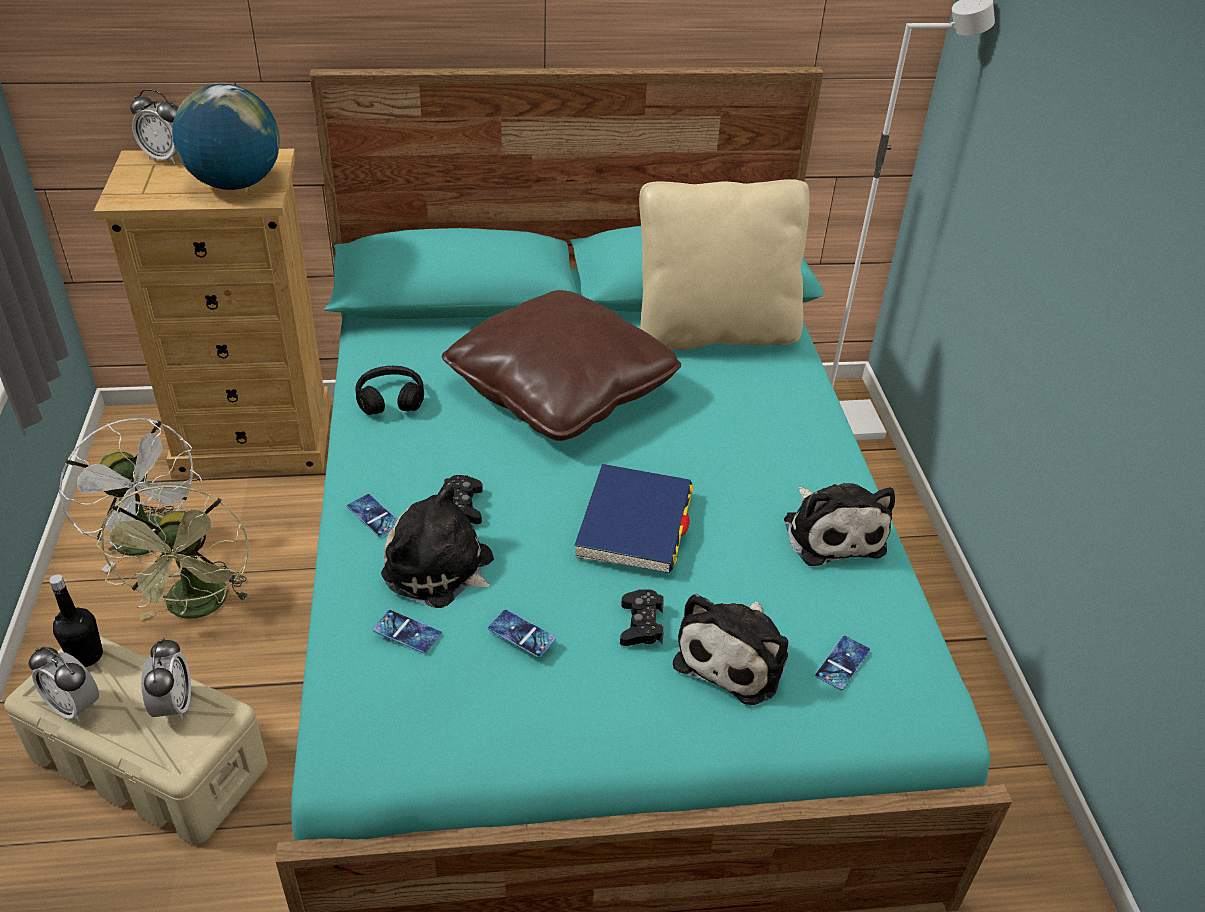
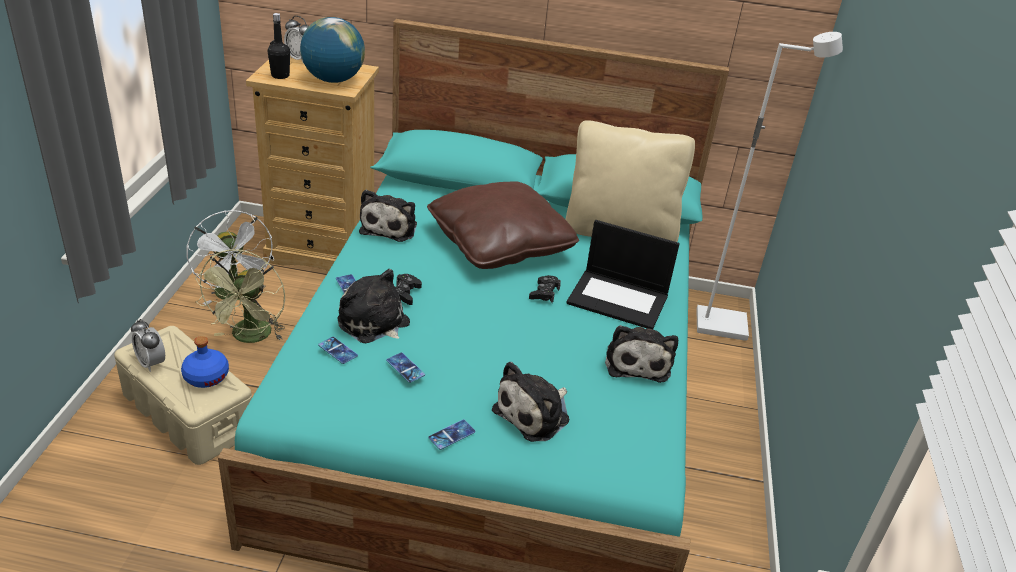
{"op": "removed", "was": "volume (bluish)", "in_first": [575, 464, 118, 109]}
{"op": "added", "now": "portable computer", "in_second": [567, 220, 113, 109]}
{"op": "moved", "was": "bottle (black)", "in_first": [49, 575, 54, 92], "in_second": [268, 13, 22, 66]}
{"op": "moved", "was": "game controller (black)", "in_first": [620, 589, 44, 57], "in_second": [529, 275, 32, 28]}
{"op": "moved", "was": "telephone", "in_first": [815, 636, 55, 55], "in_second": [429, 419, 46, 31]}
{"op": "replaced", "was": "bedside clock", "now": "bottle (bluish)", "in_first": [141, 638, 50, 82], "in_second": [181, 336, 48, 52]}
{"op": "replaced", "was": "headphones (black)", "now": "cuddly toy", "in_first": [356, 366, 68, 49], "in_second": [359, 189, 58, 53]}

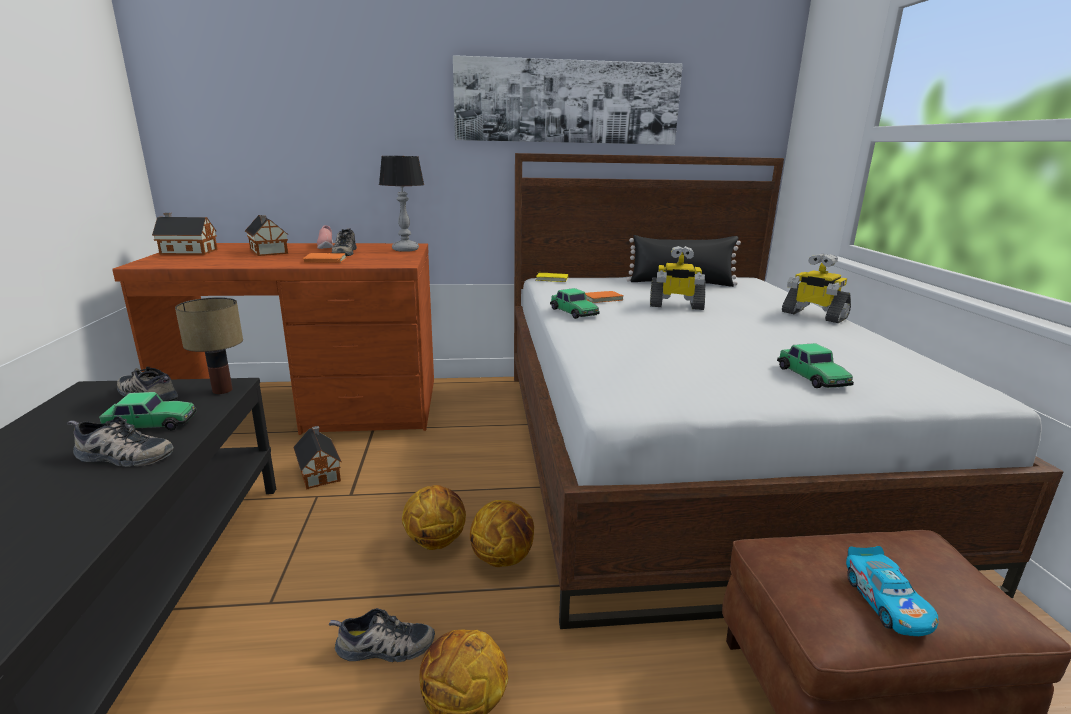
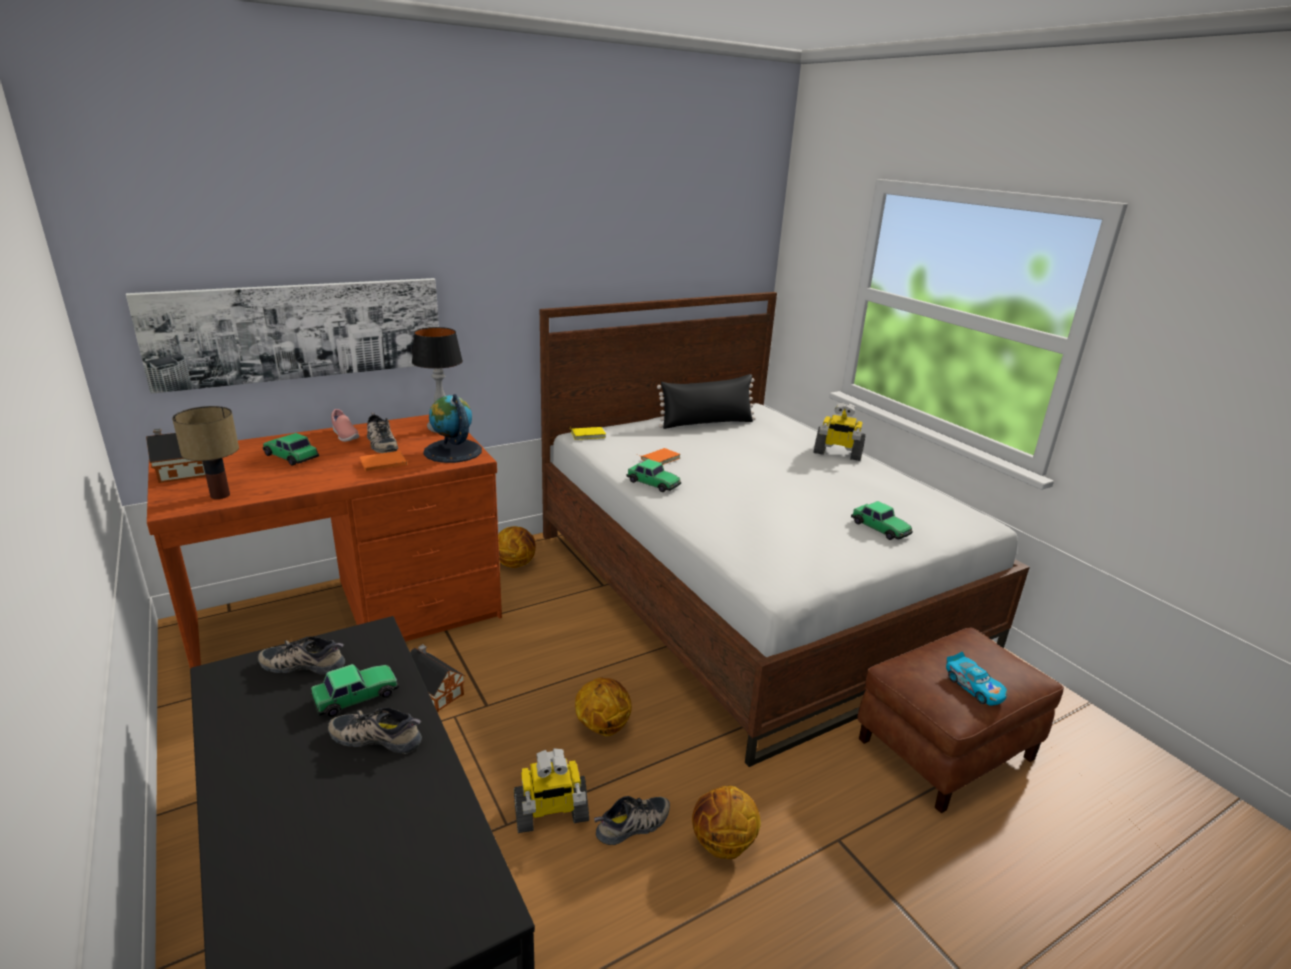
{"op": "added", "now": "desk globe", "in_second": [424, 394, 58, 69]}
{"op": "moved", "was": "table lamp", "in_first": [175, 297, 68, 97], "in_second": [172, 406, 67, 93]}
{"op": "moved", "was": "picture", "in_first": [453, 55, 230, 90], "in_second": [126, 278, 313, 116]}
{"op": "moved", "was": "basketball ball", "in_first": [470, 500, 64, 67], "in_second": [498, 526, 38, 42]}
{"op": "moved", "was": "toy robot", "in_first": [650, 246, 55, 64], "in_second": [514, 748, 75, 85]}
{"op": "replaced", "was": "model house", "now": "miniature car", "in_first": [245, 215, 44, 41], "in_second": [263, 433, 56, 32]}
{"op": "turned", "was": "low shoe", "in_first": [67, 416, 107, 51], "in_second": [328, 708, 94, 46], "clockwise": -150}

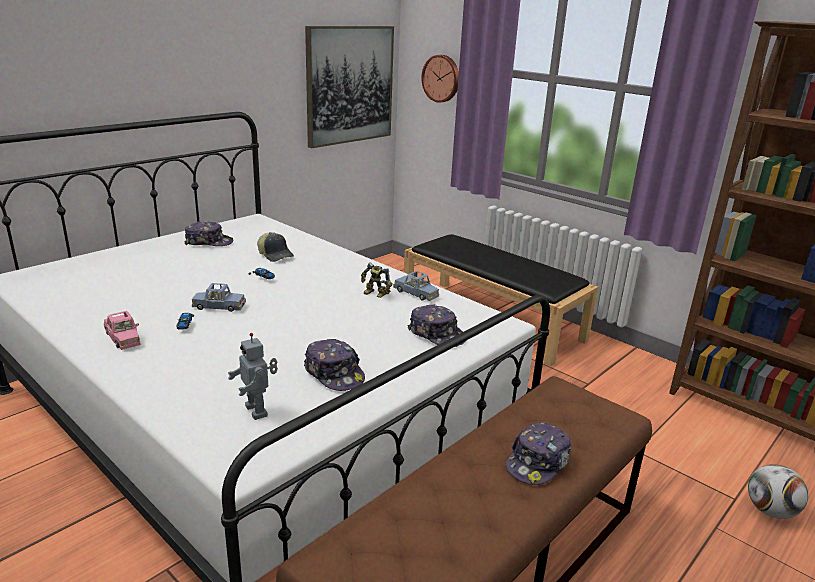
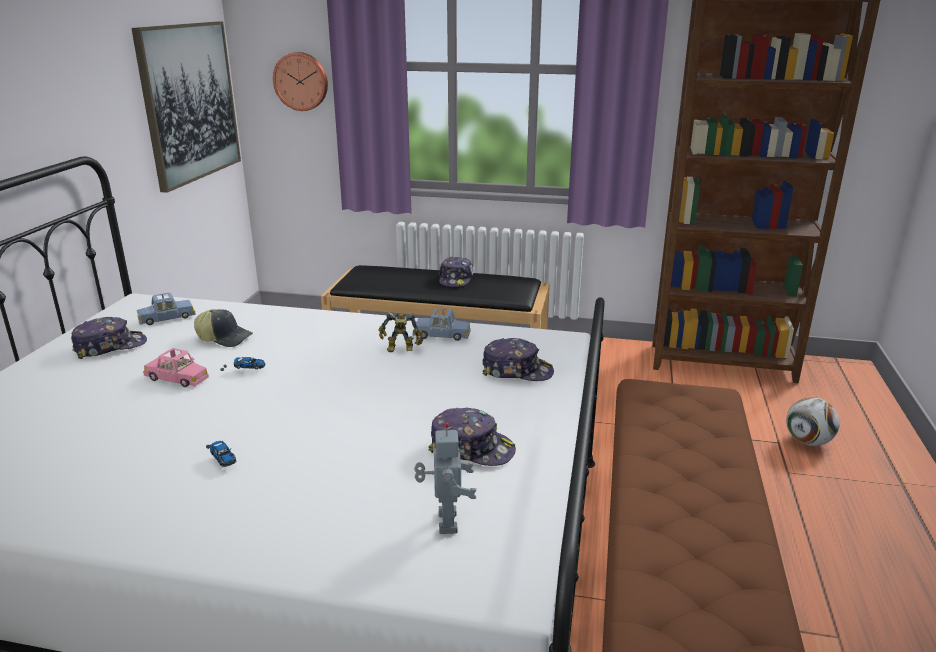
{"op": "moved", "was": "miniature car (pinkish)", "in_first": [104, 311, 37, 39], "in_second": [143, 348, 66, 39]}
{"op": "moved", "was": "miniature car (bluish)", "in_first": [192, 283, 54, 29], "in_second": [137, 293, 59, 32]}
{"op": "moved", "was": "cap", "in_first": [506, 423, 65, 62], "in_second": [439, 256, 35, 31]}
{"op": "turned", "was": "toy robot", "in_first": [228, 333, 50, 87], "in_second": [414, 423, 62, 111], "clockwise": -120}

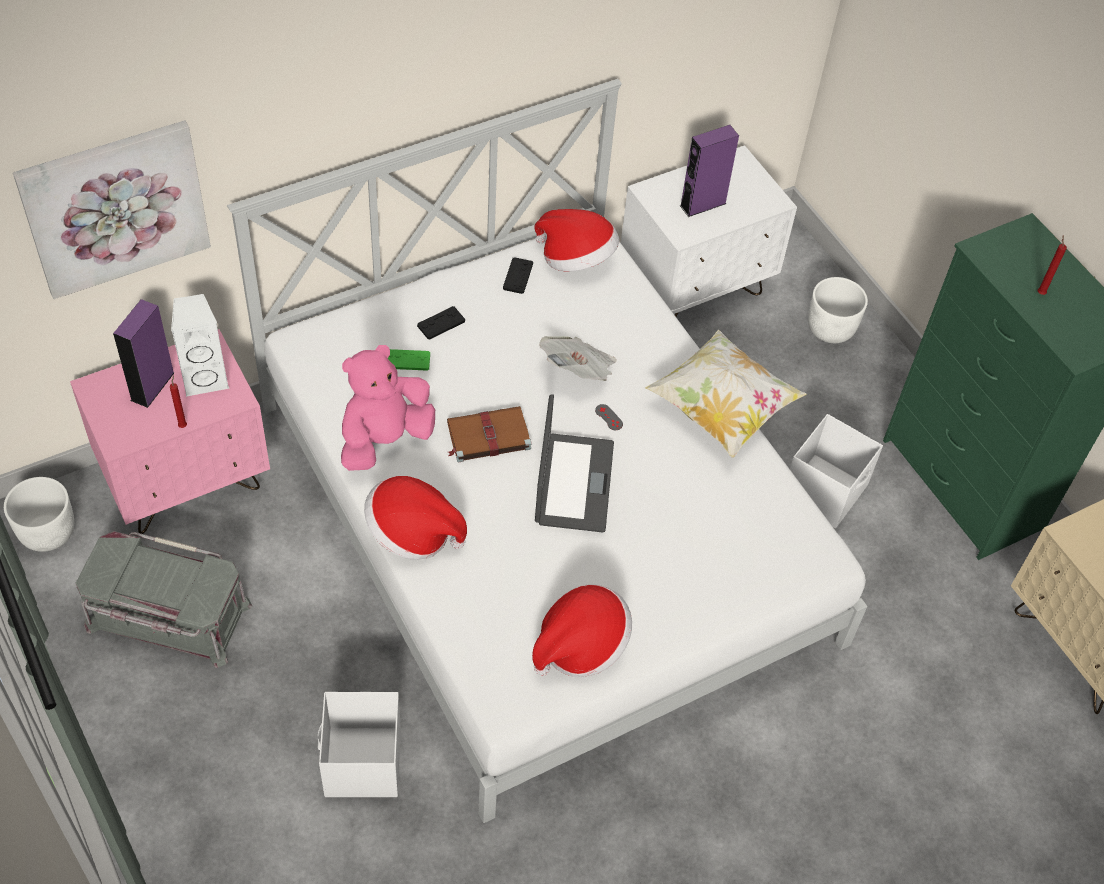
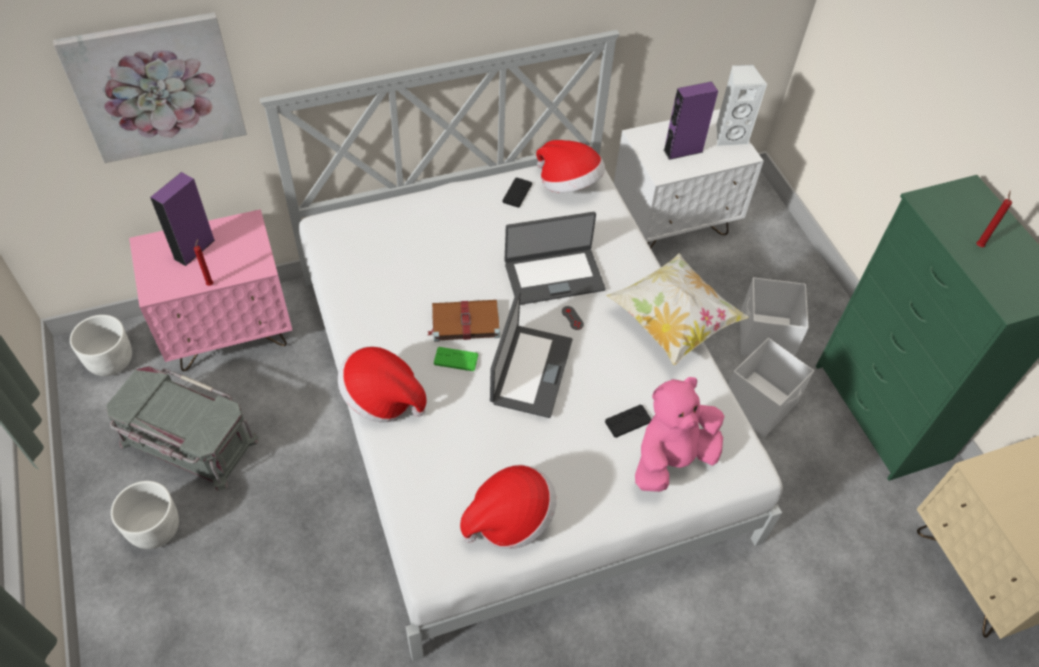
{"op": "moved", "was": "audio speaker (white)", "in_first": [171, 294, 58, 102], "in_second": [716, 65, 51, 82]}
{"op": "moved", "was": "storage box (white)", "in_first": [318, 692, 82, 105], "in_second": [740, 277, 69, 79]}
{"op": "moved", "was": "cuddly toy (pinkish)", "in_first": [341, 345, 94, 126], "in_second": [635, 377, 89, 115]}
{"op": "moved", "was": "game controller (green-coloured)", "in_first": [388, 349, 42, 22], "in_second": [434, 347, 44, 24]}
{"op": "moved", "was": "game controller (black)", "in_first": [417, 306, 48, 34], "in_second": [605, 404, 47, 34]}
{"op": "moved", "was": "planter (white)", "in_first": [808, 277, 60, 66], "in_second": [111, 481, 68, 68]}
{"op": "replaced", "was": "daily paper", "now": "portable computer", "in_first": [539, 336, 78, 45], "in_second": [504, 212, 101, 93]}

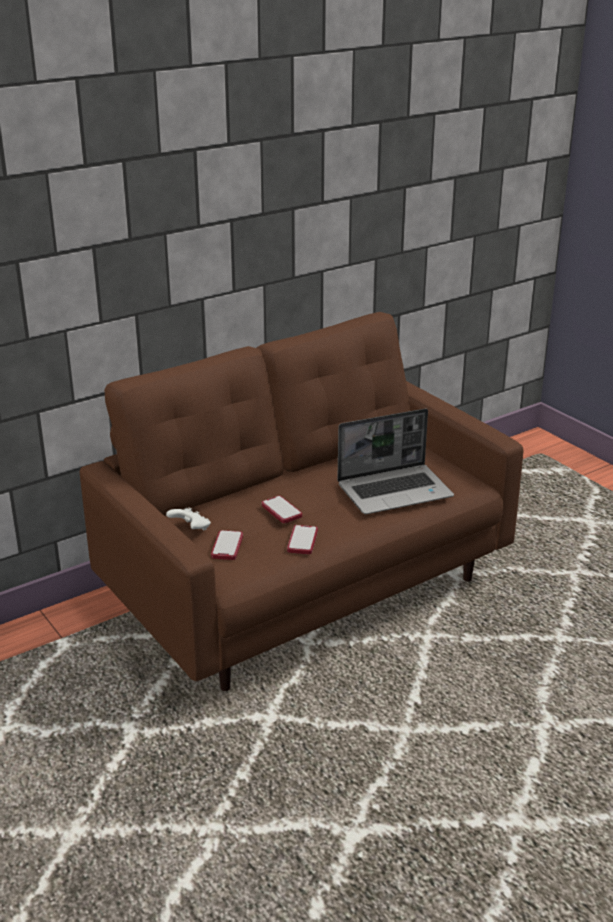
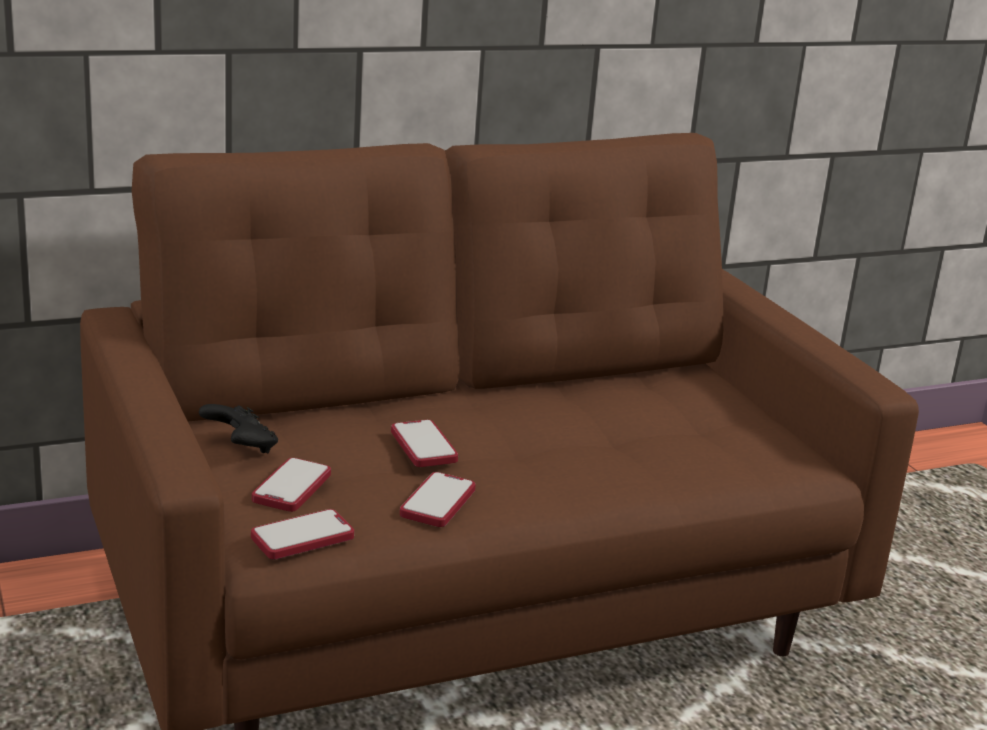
{"op": "removed", "was": "portable computer", "in_first": [337, 409, 117, 105]}
{"op": "added", "now": "telephone", "in_second": [251, 509, 103, 50]}
{"op": "recoloured", "was": "game controller (white)", "now": "game controller (black)", "in_first": [166, 507, 45, 23], "in_second": [199, 404, 79, 49]}

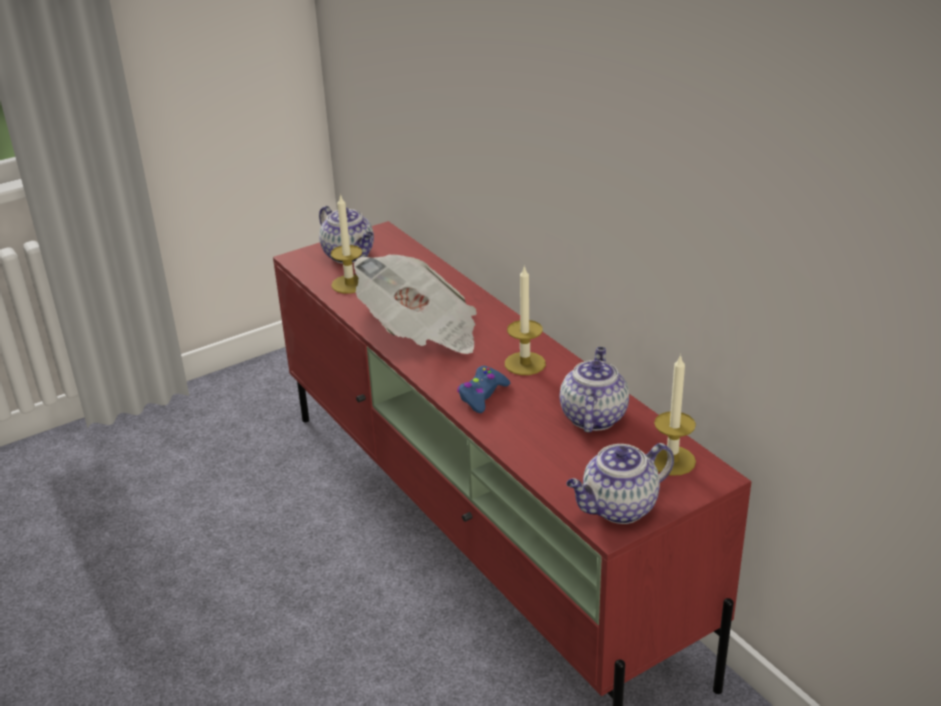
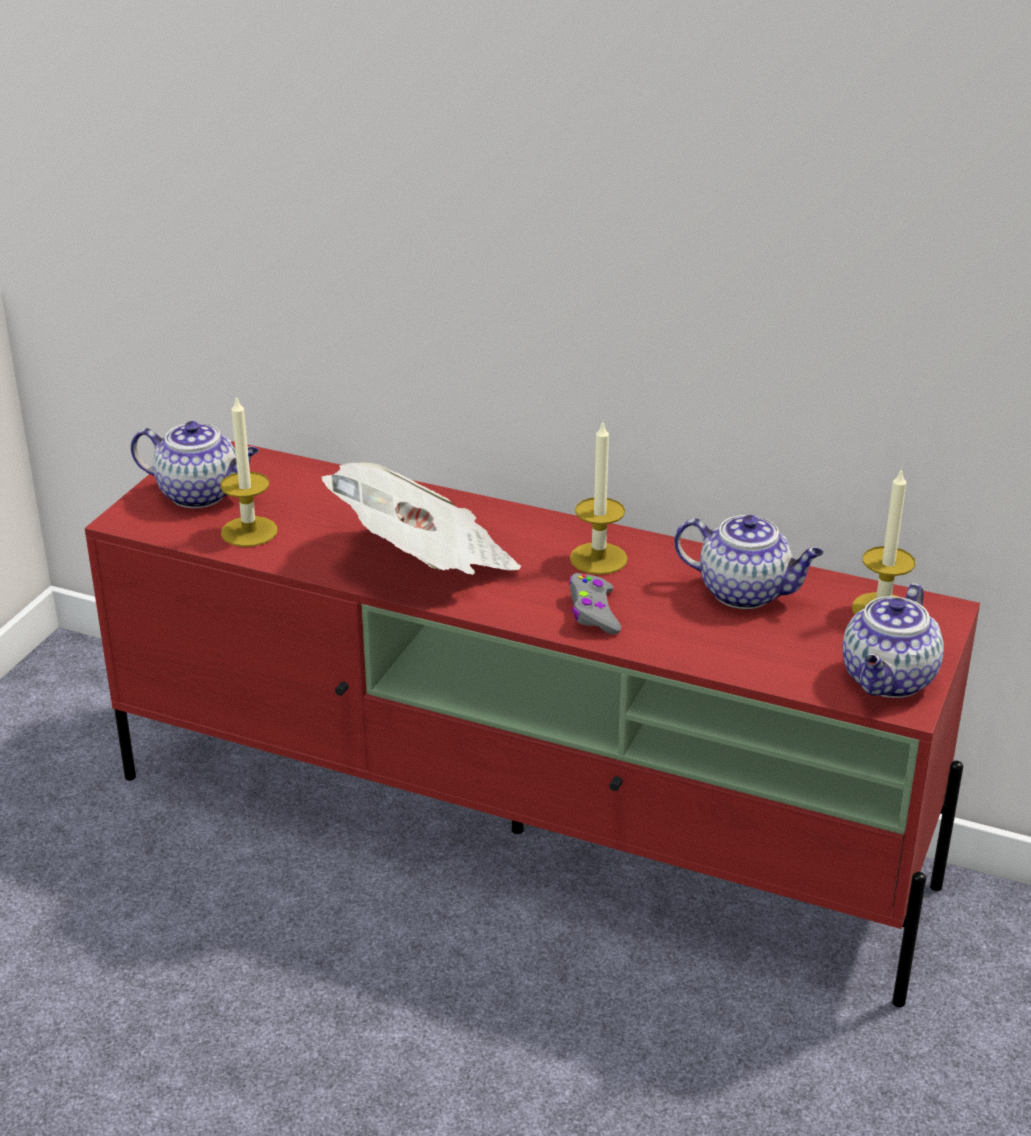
{"op": "recoloured", "was": "game controller (bluish)", "now": "game controller (gray)", "in_first": [457, 366, 53, 47], "in_second": [569, 573, 52, 61]}
{"op": "turned", "was": "pot for tea", "in_first": [560, 347, 69, 86], "in_second": [674, 515, 150, 94], "clockwise": 135}

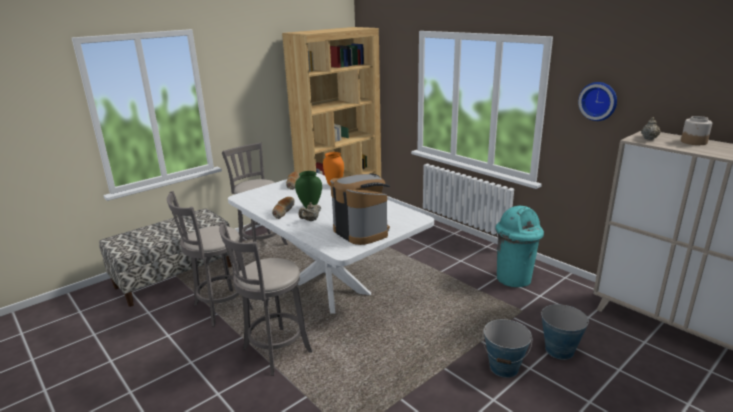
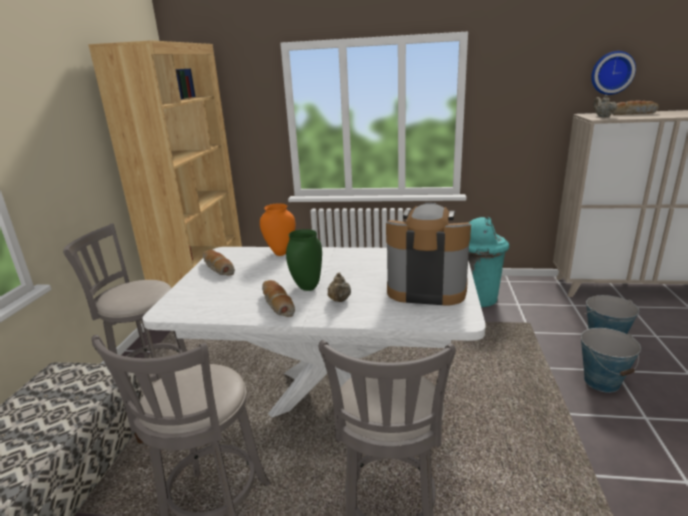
{"op": "moved", "was": "wall clock", "in_first": [578, 82, 39, 39], "in_second": [591, 51, 45, 44]}
{"op": "replaced", "was": "jar", "now": "baked bread", "in_first": [681, 116, 31, 29], "in_second": [612, 101, 47, 14]}

